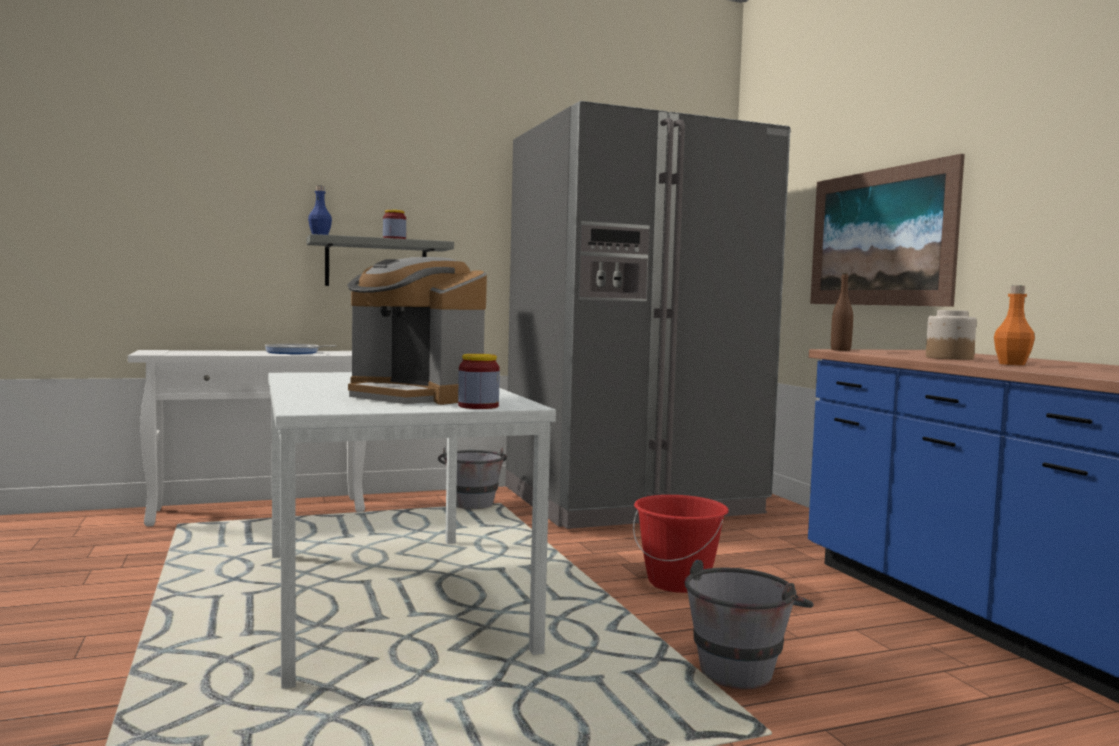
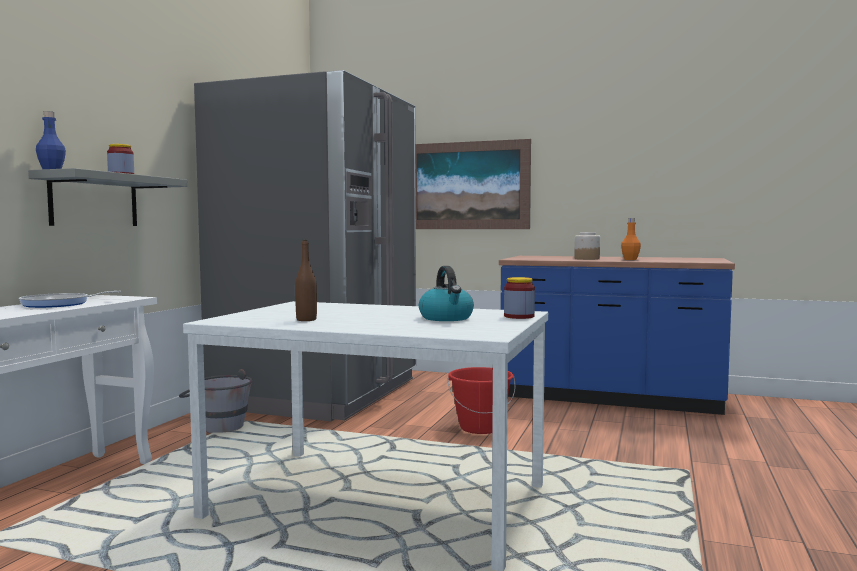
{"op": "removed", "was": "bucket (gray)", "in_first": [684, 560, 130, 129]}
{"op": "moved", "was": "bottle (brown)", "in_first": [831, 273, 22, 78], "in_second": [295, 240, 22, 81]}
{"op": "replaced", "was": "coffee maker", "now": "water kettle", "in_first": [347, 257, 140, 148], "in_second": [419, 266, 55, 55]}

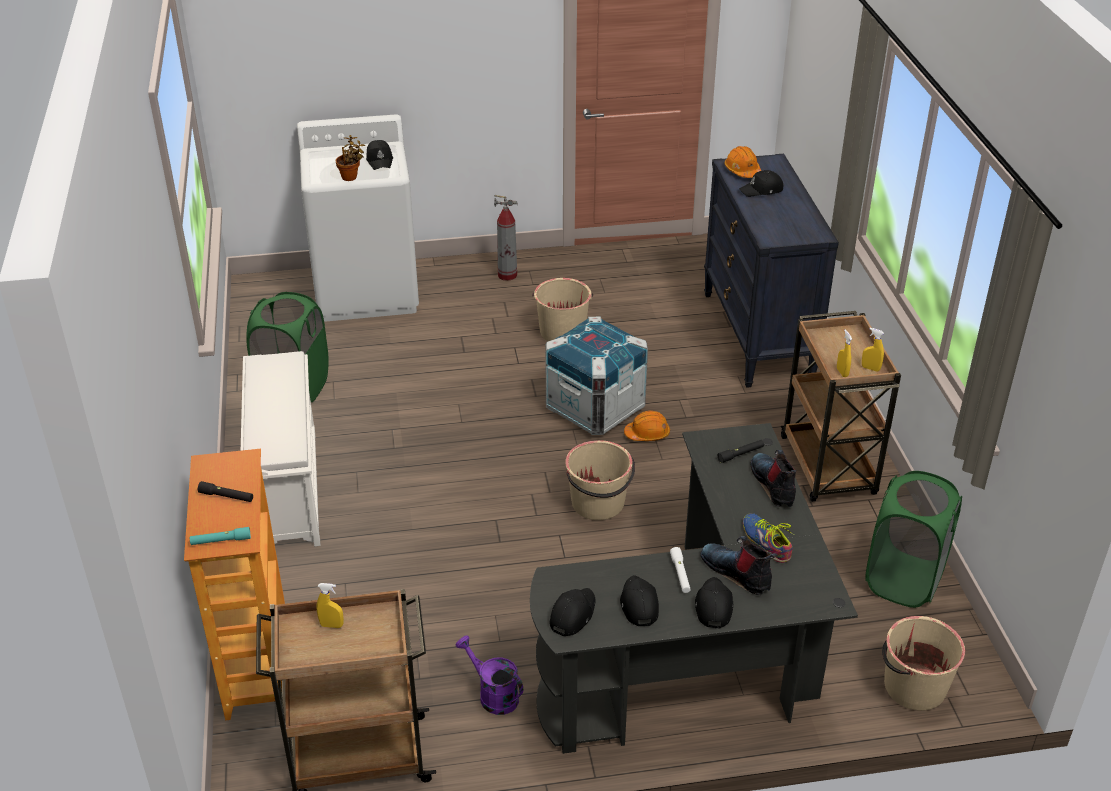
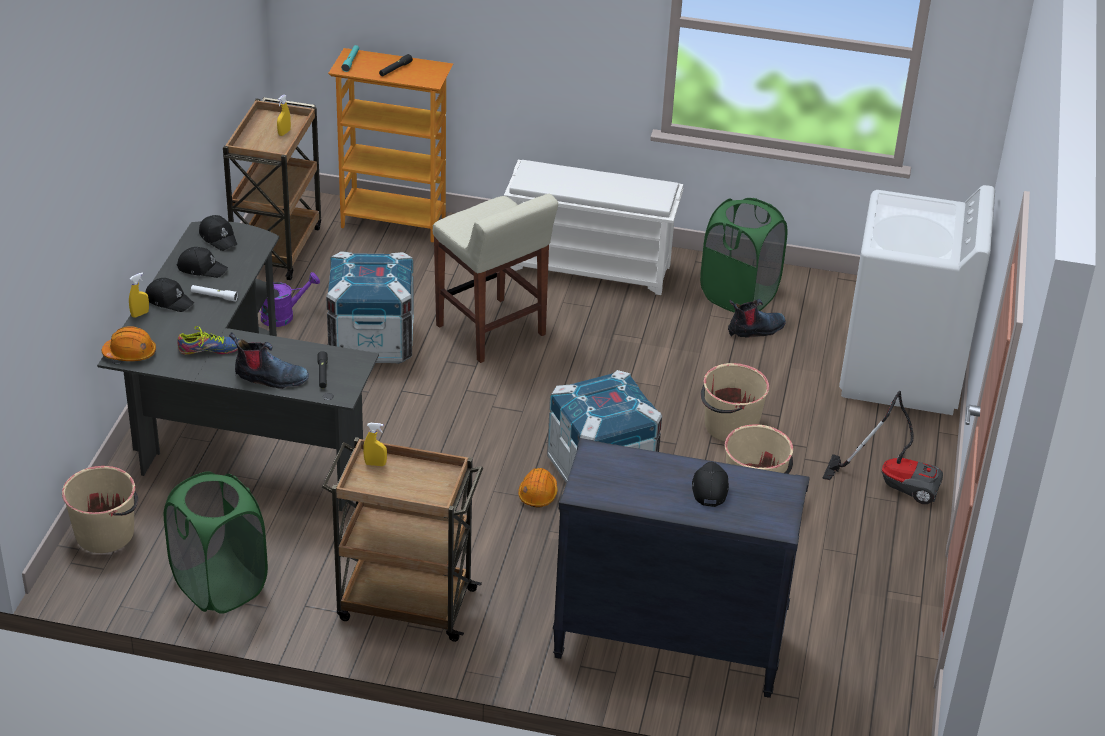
{"op": "removed", "was": "plant in a pot", "in_first": [336, 135, 29, 46]}
{"op": "removed", "was": "cap (black)", "in_first": [366, 140, 27, 30]}
{"op": "added", "now": "crate", "in_second": [326, 251, 88, 113]}
{"op": "added", "now": "stool (sand-coloured)", "in_second": [433, 194, 125, 169]}
{"op": "moved", "was": "bucket (sand-coloured)", "in_first": [565, 440, 70, 80], "in_second": [701, 363, 68, 79]}
{"op": "moved", "was": "tall boot", "in_first": [700, 536, 78, 59], "in_second": [728, 299, 58, 39]}
{"op": "moved", "was": "safety helmet (orangey)", "in_first": [725, 146, 36, 32], "in_second": [102, 326, 54, 35]}
{"op": "moved", "was": "hand sprayer (yellow)", "in_first": [862, 328, 22, 44], "in_second": [129, 272, 20, 46]}
{"op": "replaced", "was": "fire extinguisher", "now": "vacuum", "in_first": [494, 195, 23, 86], "in_second": [822, 391, 121, 113]}

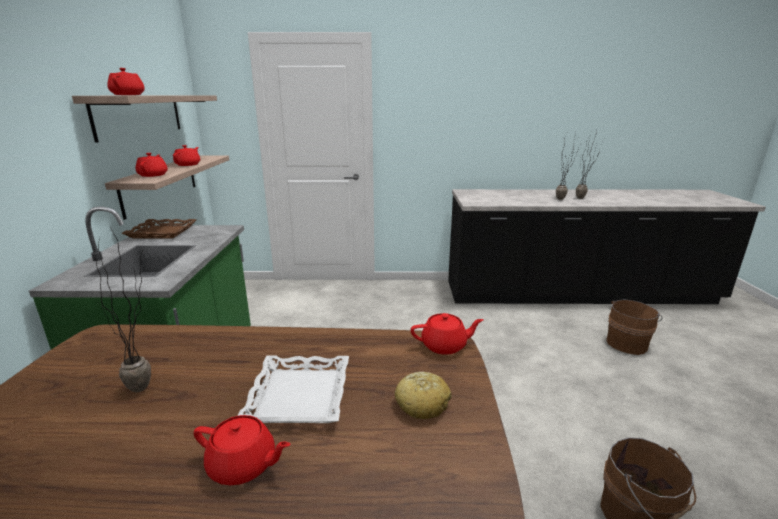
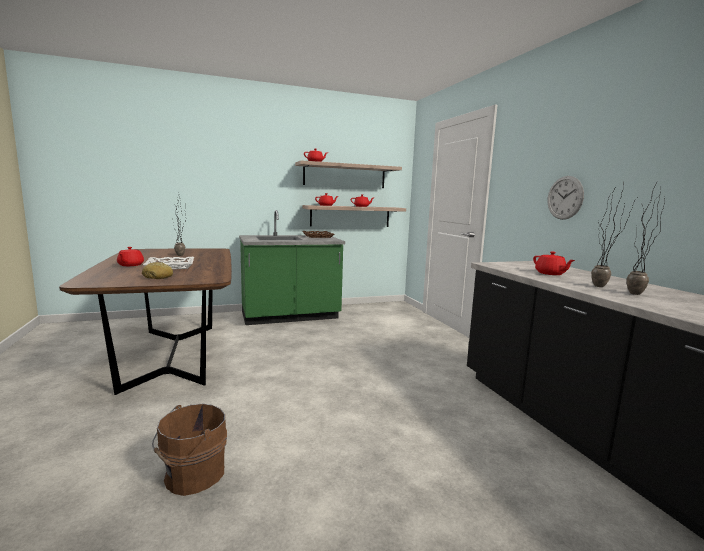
{"op": "removed", "was": "bucket (brown)", "in_first": [606, 299, 57, 56]}
{"op": "added", "now": "wall clock", "in_second": [548, 176, 36, 44]}
{"op": "moved", "was": "pot for tea (reddish)", "in_first": [411, 313, 73, 42], "in_second": [533, 251, 42, 24]}

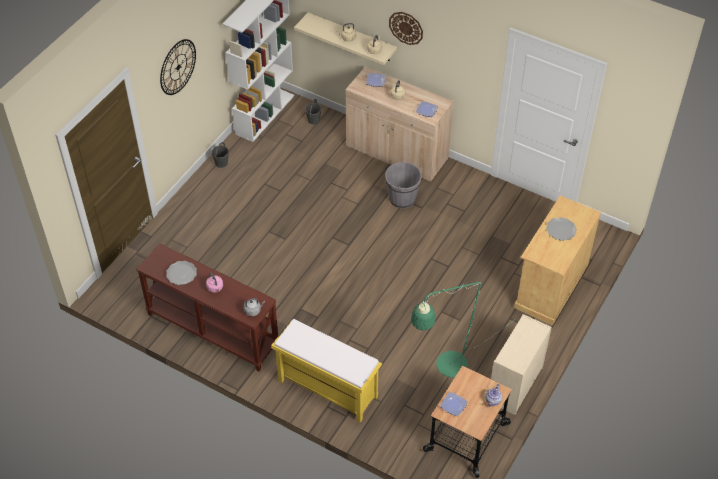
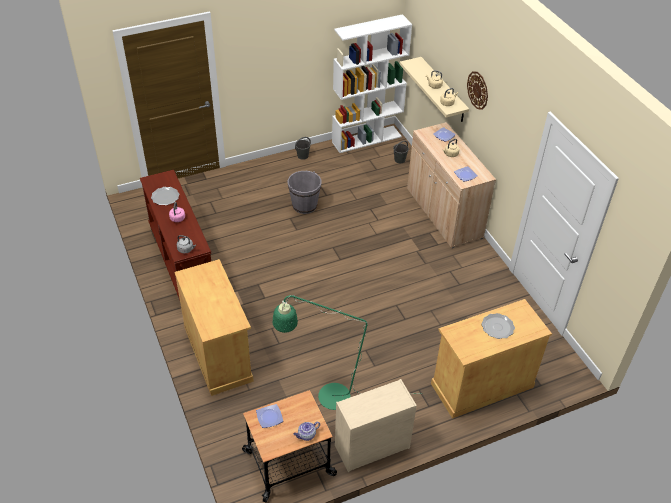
{"op": "removed", "was": "wall clock", "in_first": [160, 39, 36, 56]}
{"op": "moved", "was": "bucket (gray)", "in_first": [385, 161, 37, 48], "in_second": [288, 171, 34, 43]}
{"op": "replaced", "was": "long seat (yellow)", "now": "cupboard (sand-coloured)", "in_first": [271, 319, 111, 104], "in_second": [175, 259, 79, 137]}

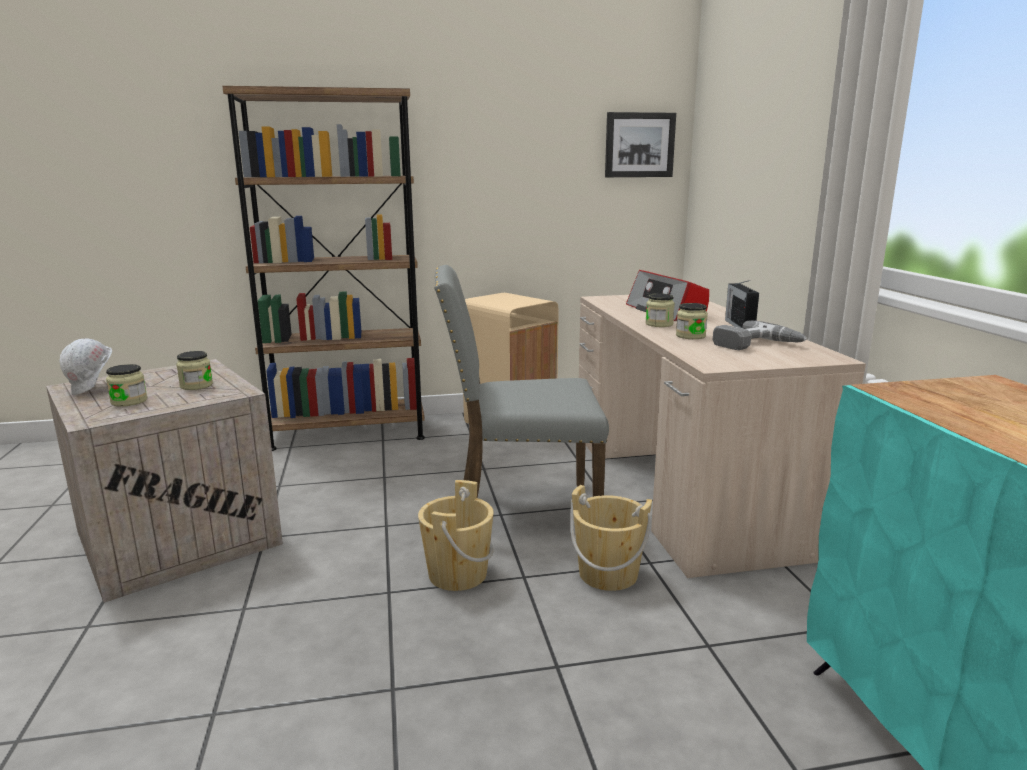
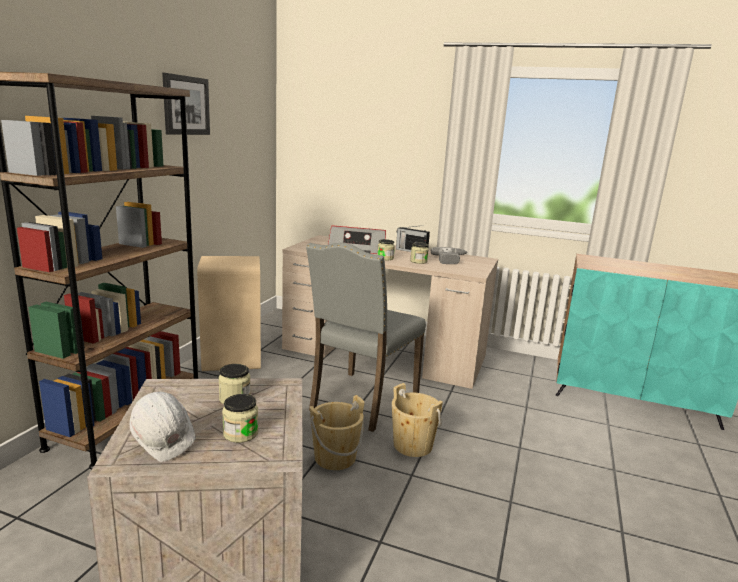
{"op": "moved", "was": "bucket (sand-coloured)", "in_first": [570, 485, 82, 106], "in_second": [310, 395, 55, 75]}
{"op": "moved", "was": "picture", "in_first": [605, 112, 71, 65], "in_second": [162, 73, 48, 62]}

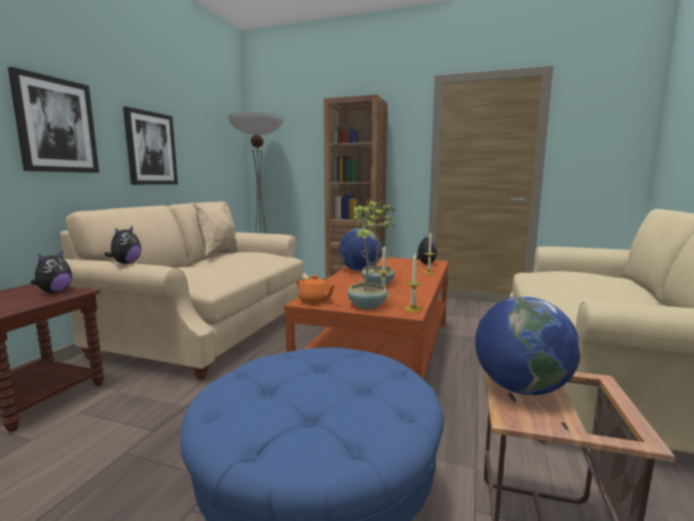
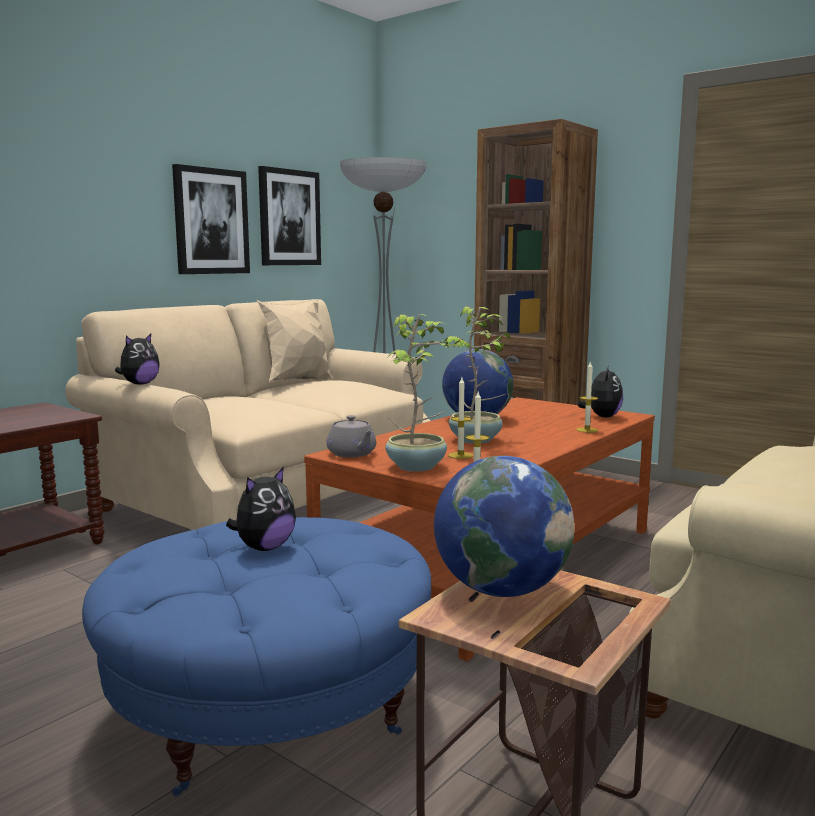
{"op": "moved", "was": "picture", "in_first": [8, 67, 91, 106], "in_second": [258, 166, 63, 99]}
{"op": "moved", "was": "cuddly toy", "in_first": [31, 251, 41, 42], "in_second": [226, 467, 70, 84]}
{"op": "recoloured", "was": "pot for tea (orangey)", "now": "pot for tea (gray)", "in_first": [296, 275, 40, 29], "in_second": [326, 415, 50, 43]}

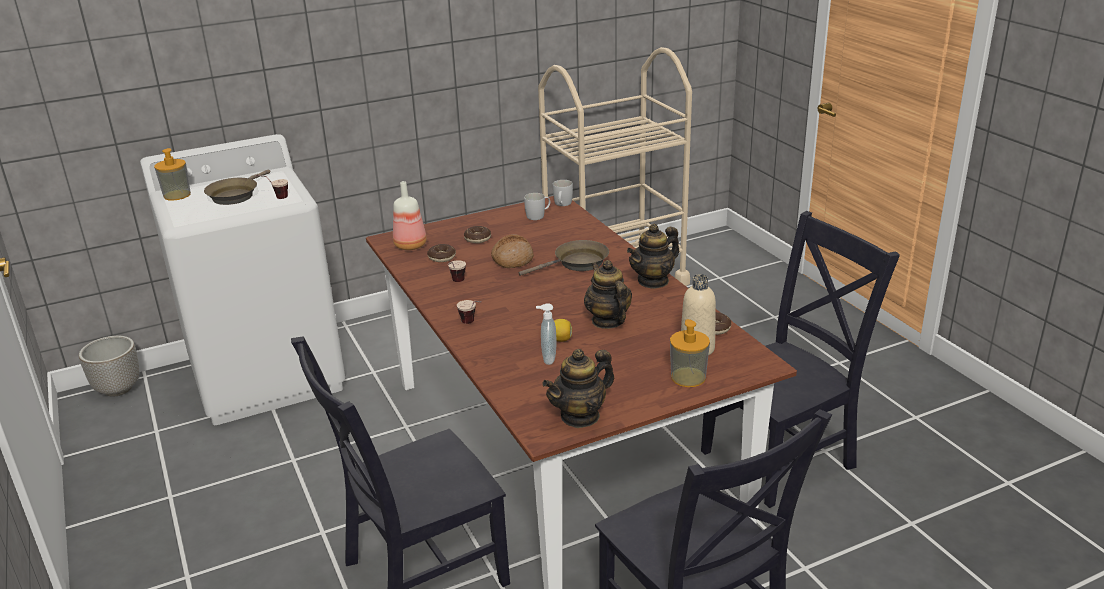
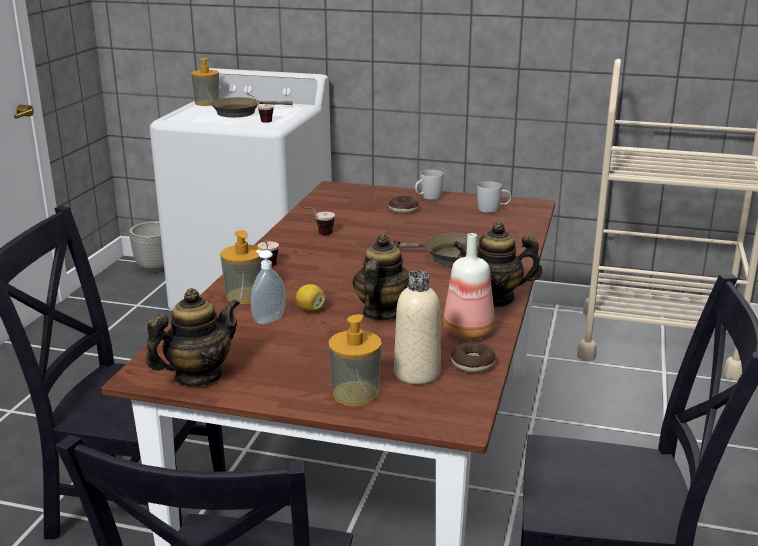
{"op": "removed", "was": "ring doughnut", "in_first": [427, 244, 29, 18]}
{"op": "removed", "was": "baked bread", "in_first": [491, 234, 43, 34]}
{"op": "added", "now": "liquid soap bottle", "in_second": [220, 230, 44, 74]}
{"op": "moved", "was": "bottle", "in_first": [393, 181, 34, 69], "in_second": [443, 233, 52, 106]}
{"op": "moved", "was": "tea mug (white)", "in_first": [553, 180, 20, 26], "in_second": [415, 170, 29, 30]}
{"op": "turned", "was": "pot for tea", "in_first": [542, 349, 72, 79], "in_second": [145, 288, 95, 98], "clockwise": 135}

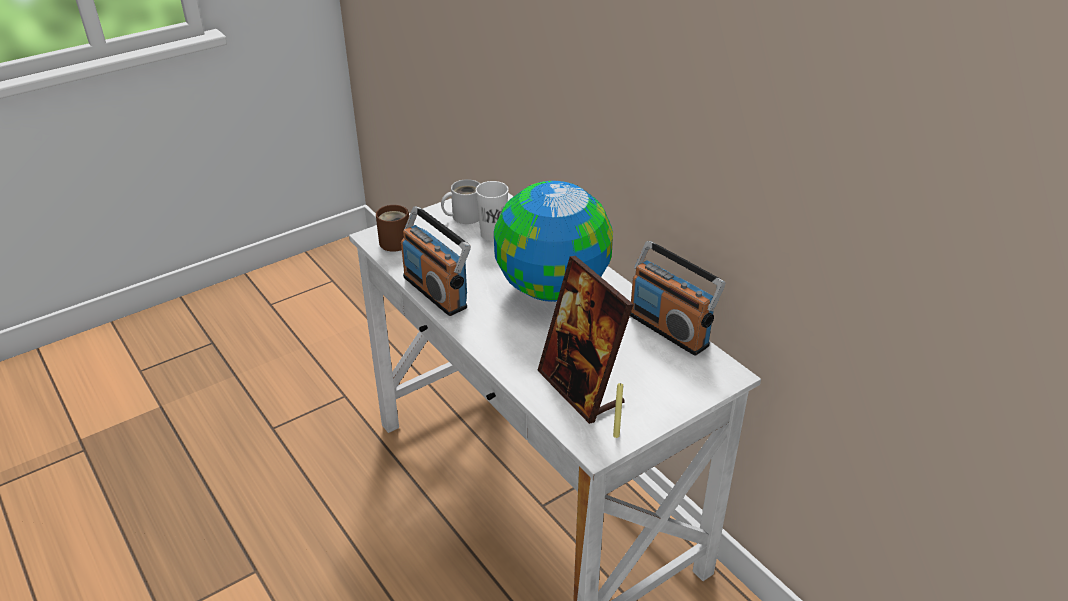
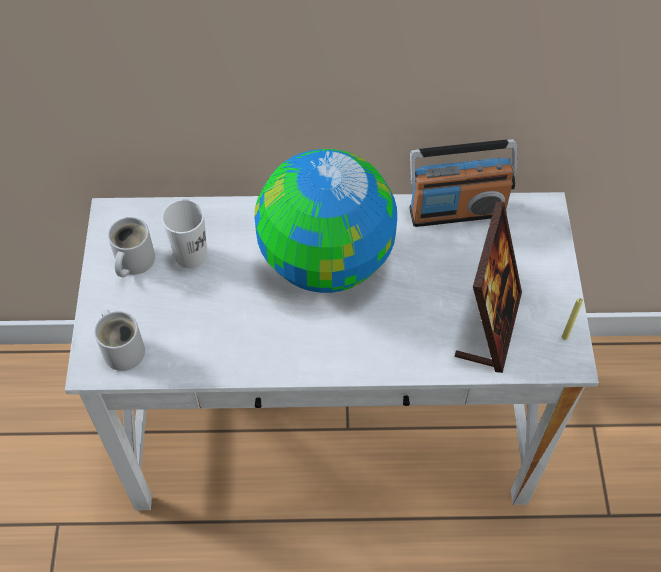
{"op": "removed", "was": "radio set", "in_first": [401, 206, 70, 110]}
{"op": "recoloured", "was": "tea mug (brown)", "now": "tea mug (white)", "in_first": [376, 205, 33, 47], "in_second": [94, 310, 51, 61]}
{"op": "turned", "was": "standing frame", "in_first": [537, 256, 97, 168], "in_second": [455, 201, 67, 172], "clockwise": -75}

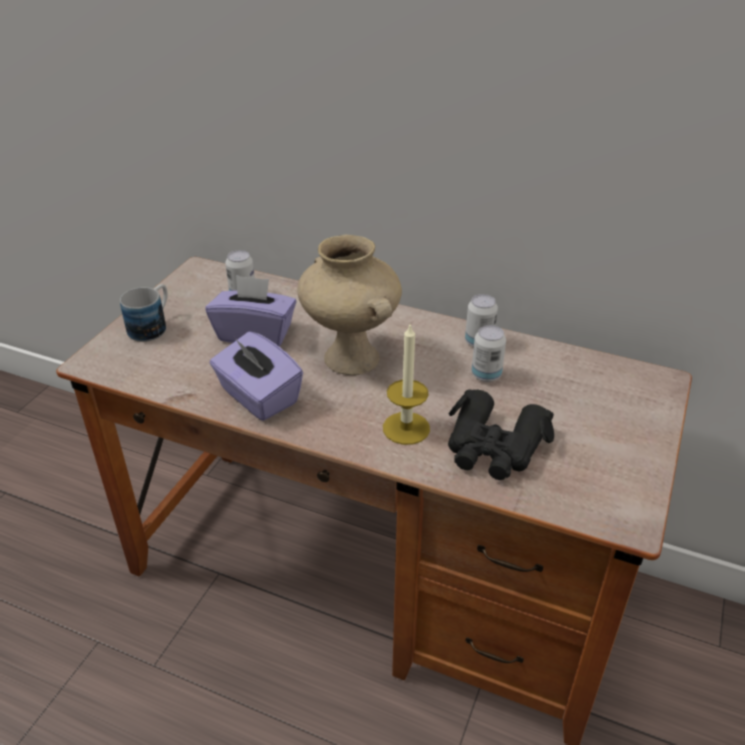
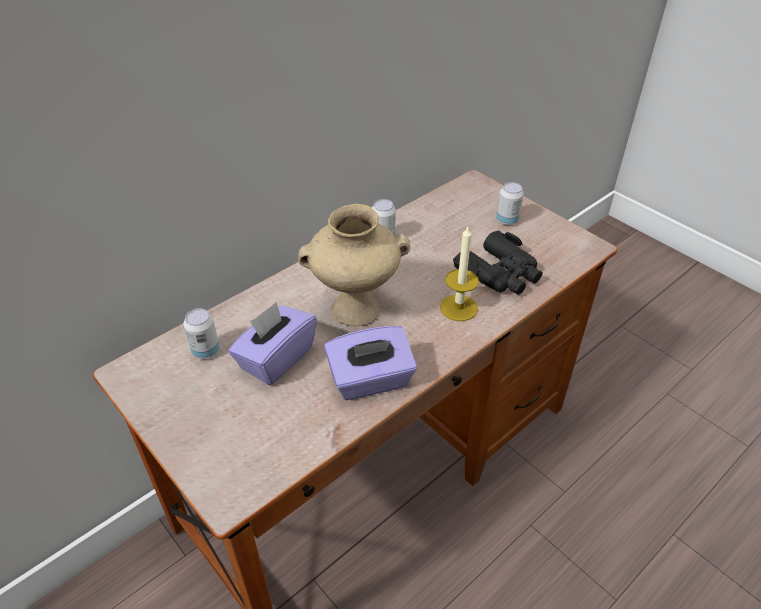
{"op": "removed", "was": "tea mug", "in_first": [120, 284, 48, 58]}
{"op": "moved", "was": "sealed can", "in_first": [471, 325, 35, 57], "in_second": [496, 182, 28, 44]}

